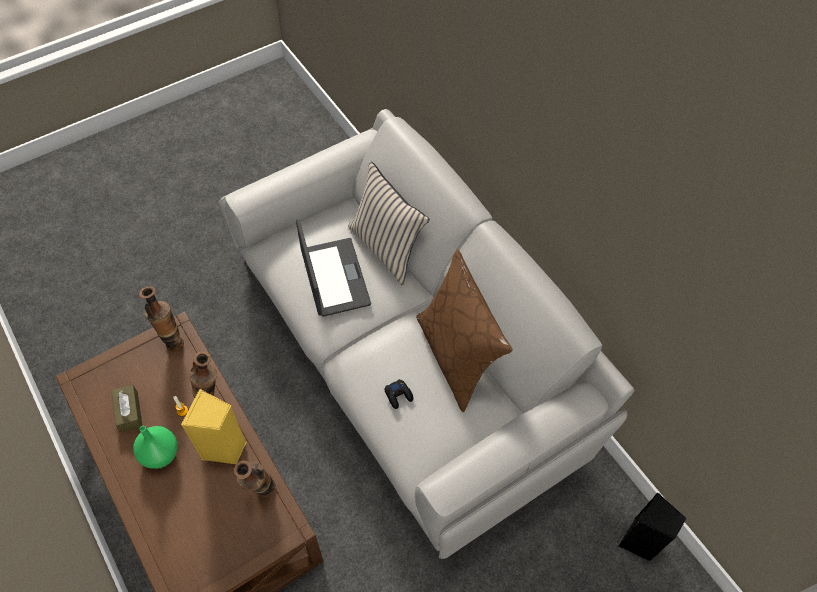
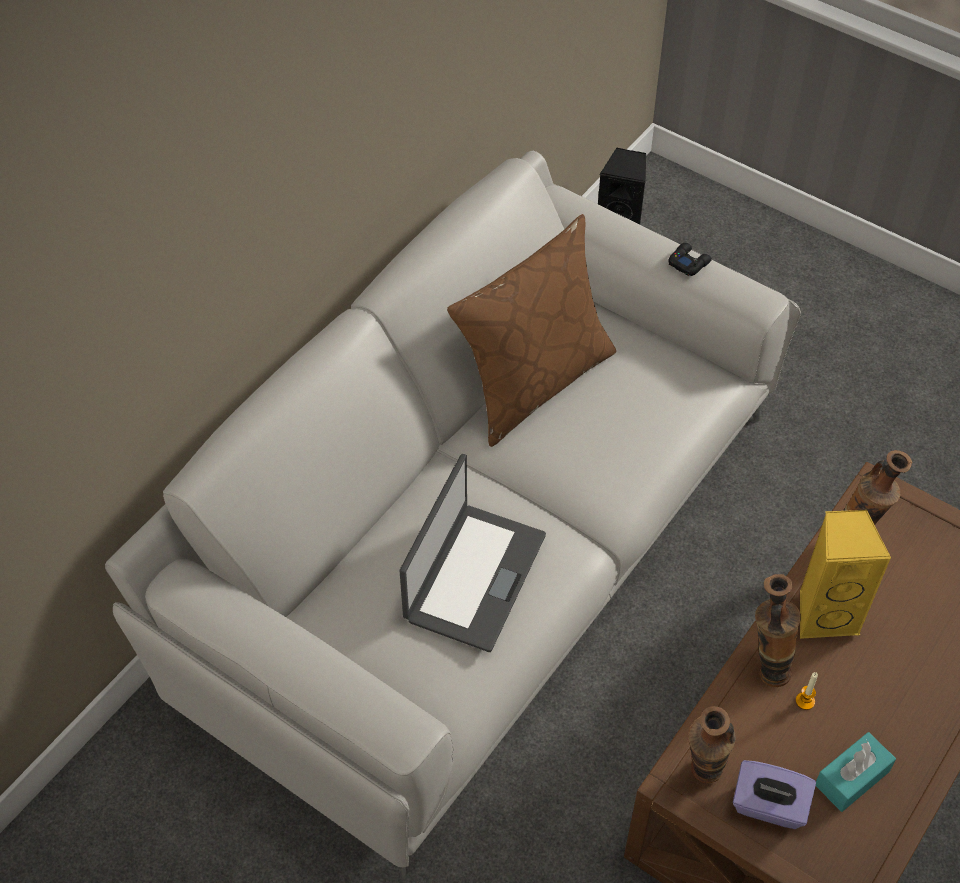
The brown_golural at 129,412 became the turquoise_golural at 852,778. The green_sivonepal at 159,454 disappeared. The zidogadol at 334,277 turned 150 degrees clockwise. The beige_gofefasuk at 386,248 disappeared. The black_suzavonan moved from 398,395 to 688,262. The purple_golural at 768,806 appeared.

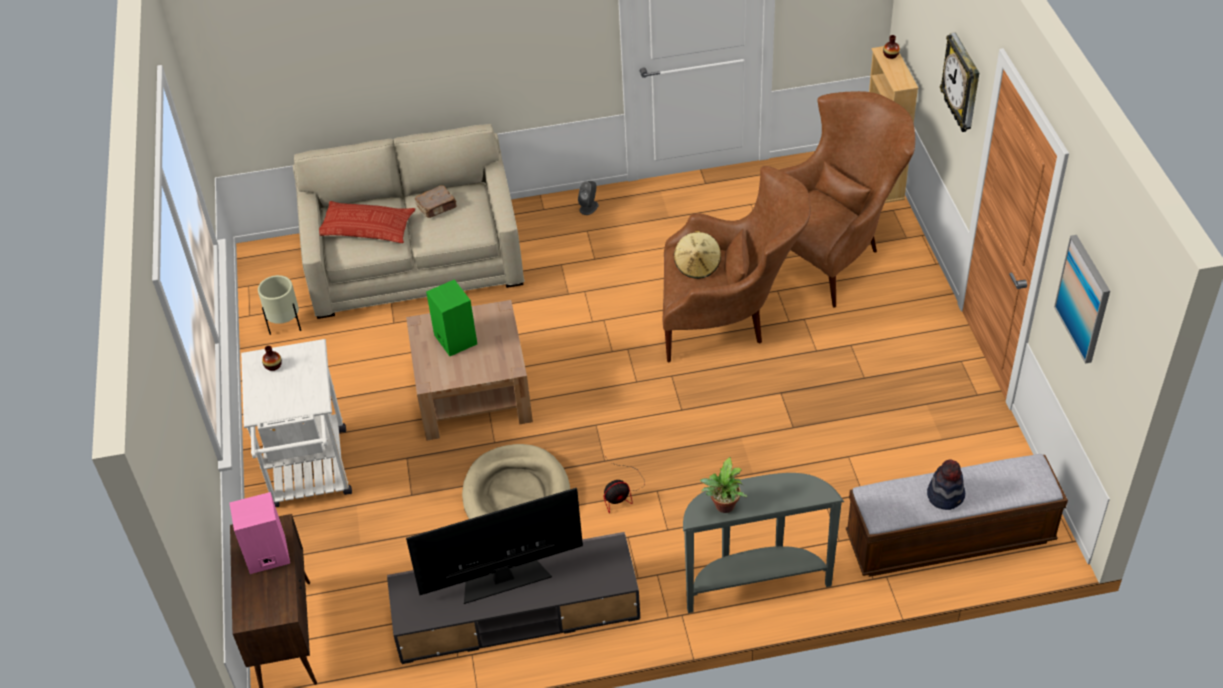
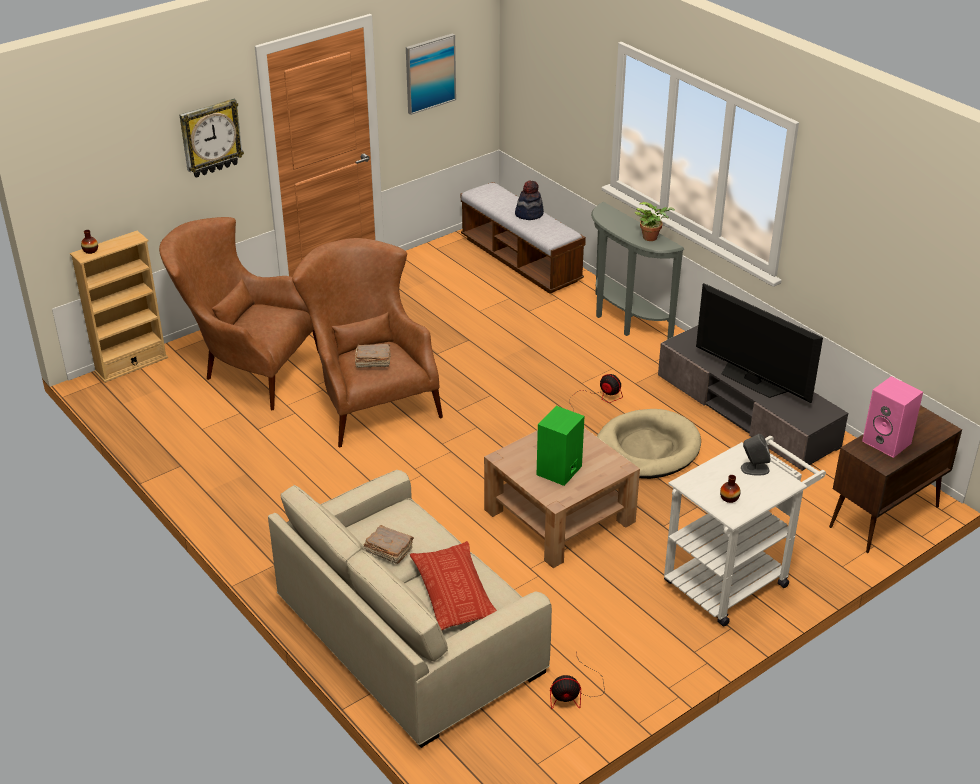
The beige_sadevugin at 286,326 was replaced by the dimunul at 574,693. The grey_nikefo moved from 589,207 to 754,469. The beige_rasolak at 697,266 was replaced by the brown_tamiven at 372,362.

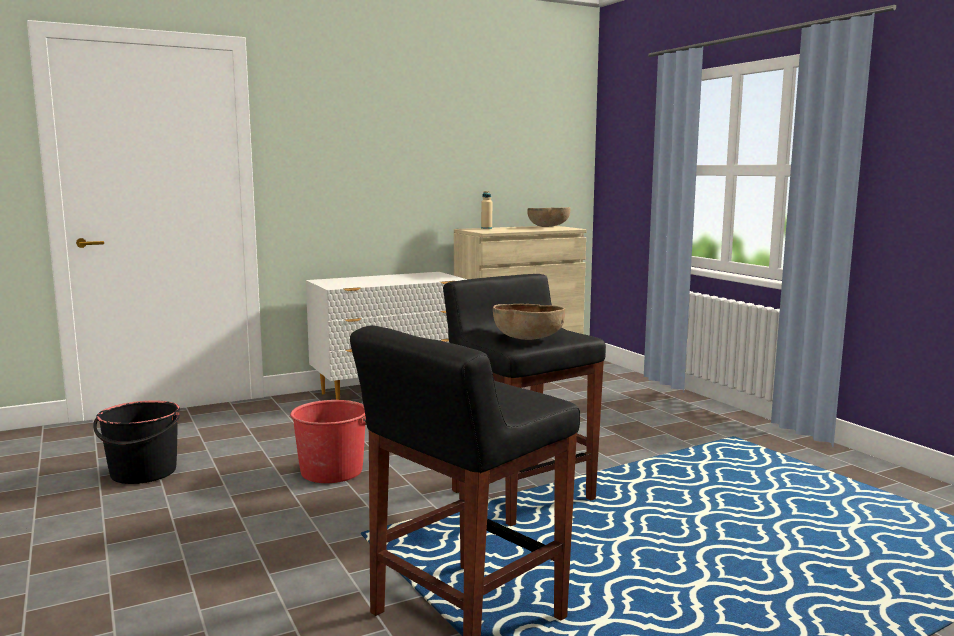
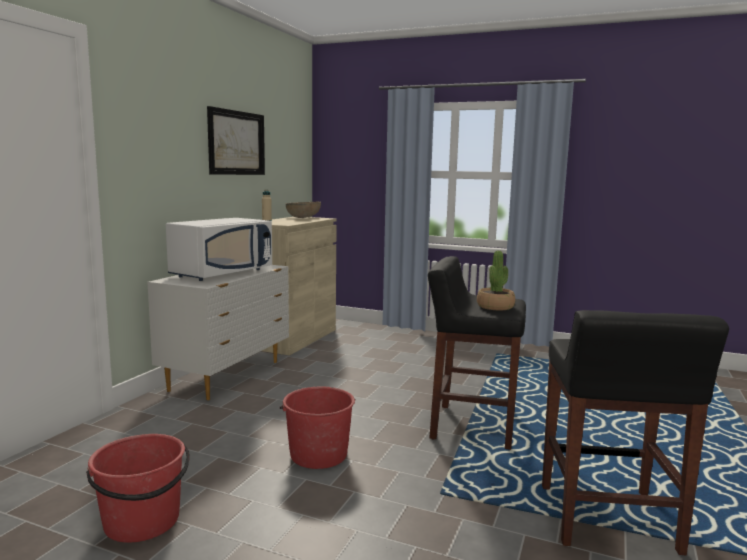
The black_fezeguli at 143,473 became the red_fezeguli at 142,522. The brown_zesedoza at 527,339 was replaced by the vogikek at 495,307. The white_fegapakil at 222,274 appeared. The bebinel at 236,143 appeared.

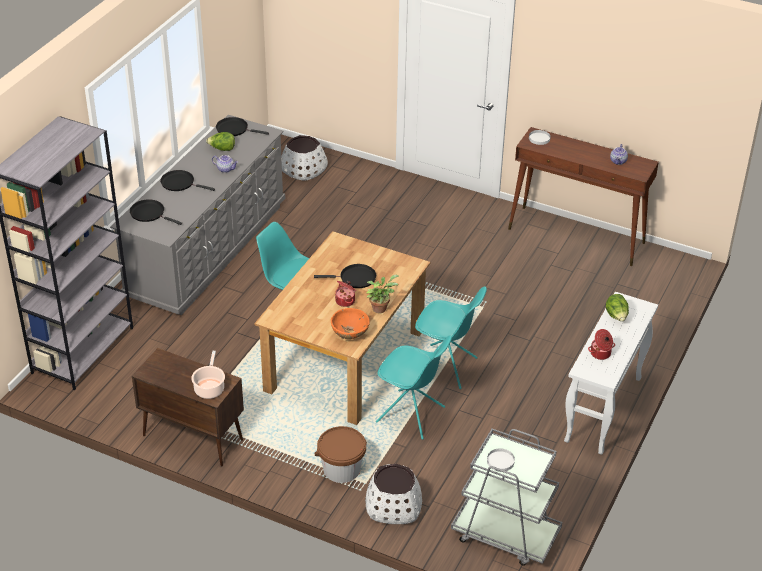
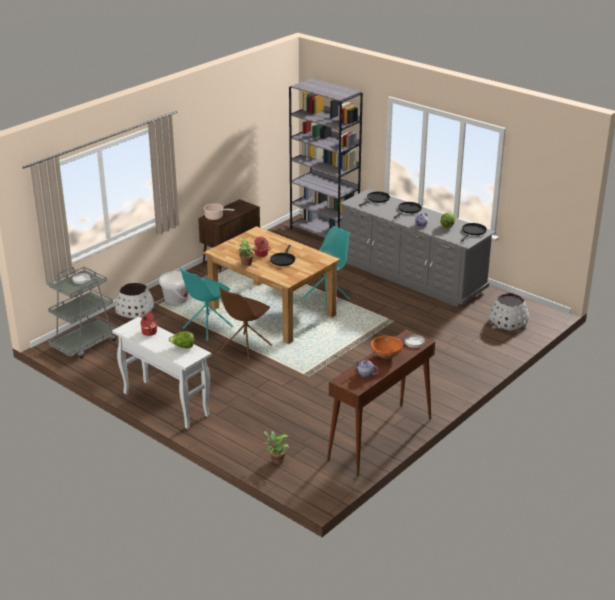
The brown_fezeguli at 341,469 became the white_fezeguli at 176,299. The orange_zesedoza moved from 350,334 to 386,356. The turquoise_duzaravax at 446,367 became the brown_duzaravax at 245,348. The vogikek at 276,460 appeared.

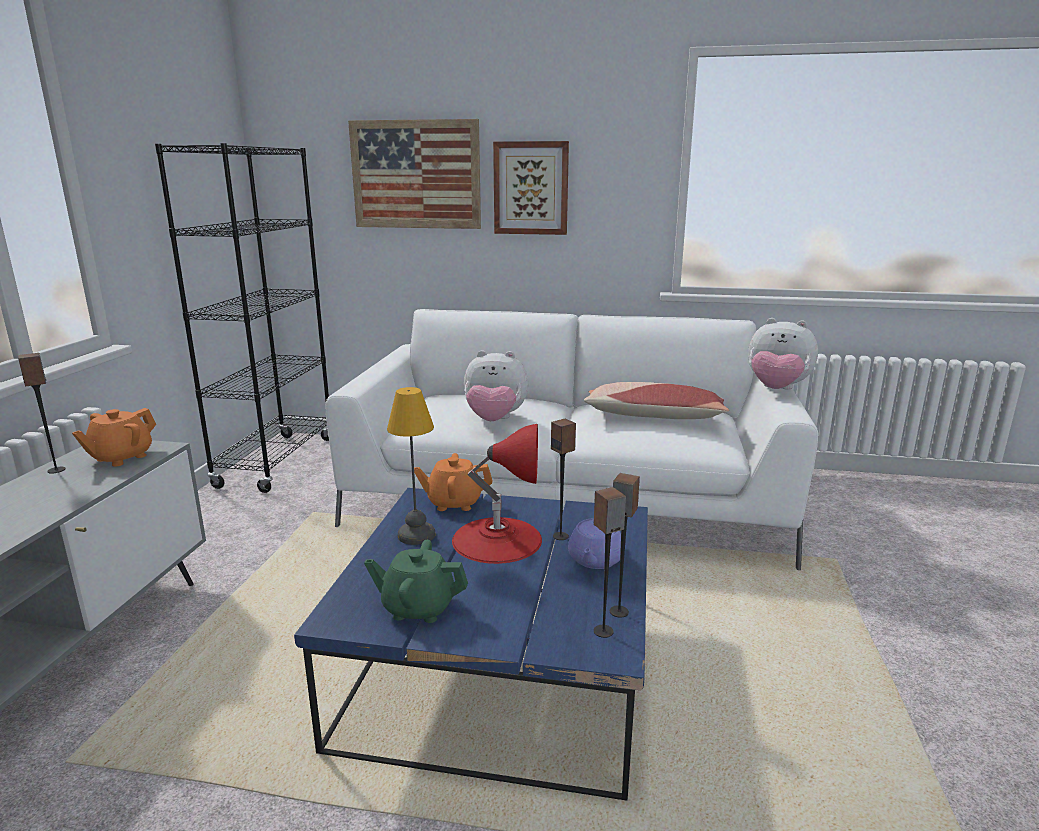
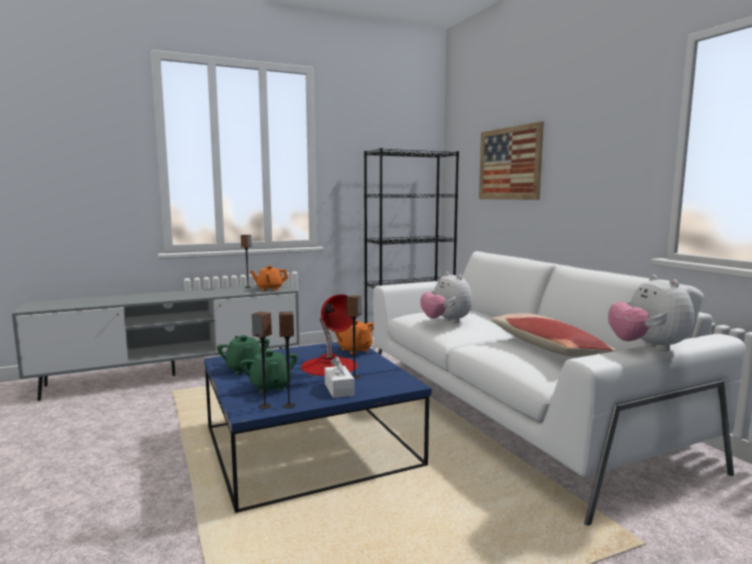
The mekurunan at 417,534 disappeared. The bebinel at 531,188 disappeared. The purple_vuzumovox at 595,560 was replaced by the white_golural at 339,389. The green_vuzumovox at 270,387 appeared.

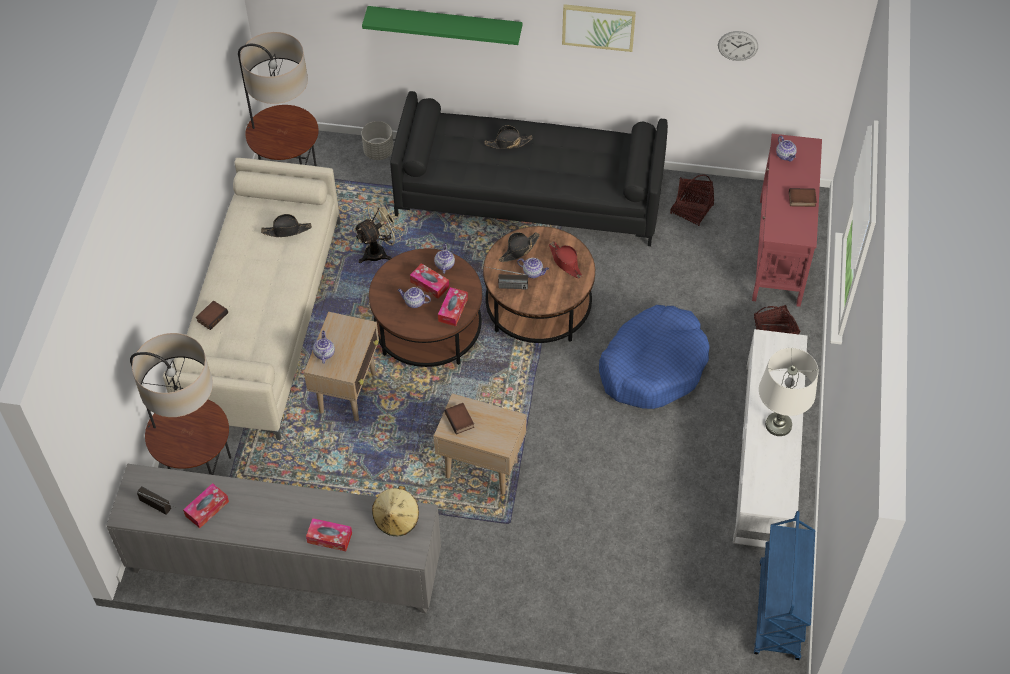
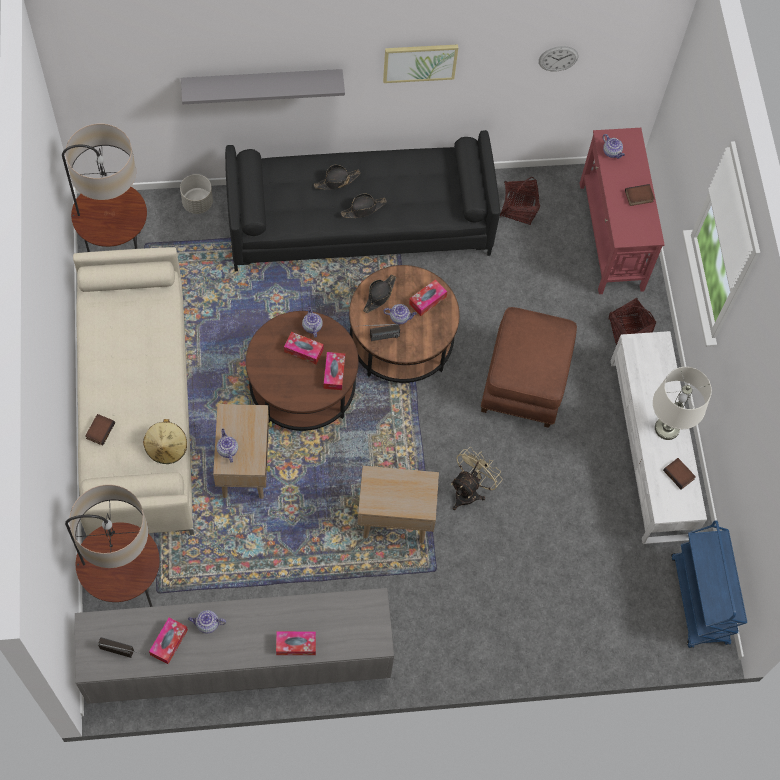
The black_rasolak moved from 287,230 to 363,209. The beige_dimunul moved from 380,251 to 469,491. The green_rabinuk at 445,25 became the grey_rabinuk at 262,83. The beige_rasolak moved from 396,519 to 166,448. The vuzumovox moved from 414,302 to 207,624. The tamiven moved from 460,420 to 679,474. The red_rasolak at 565,262 was replaced by the golural at 427,300. The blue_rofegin at 653,366 was replaced by the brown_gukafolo at 525,381.

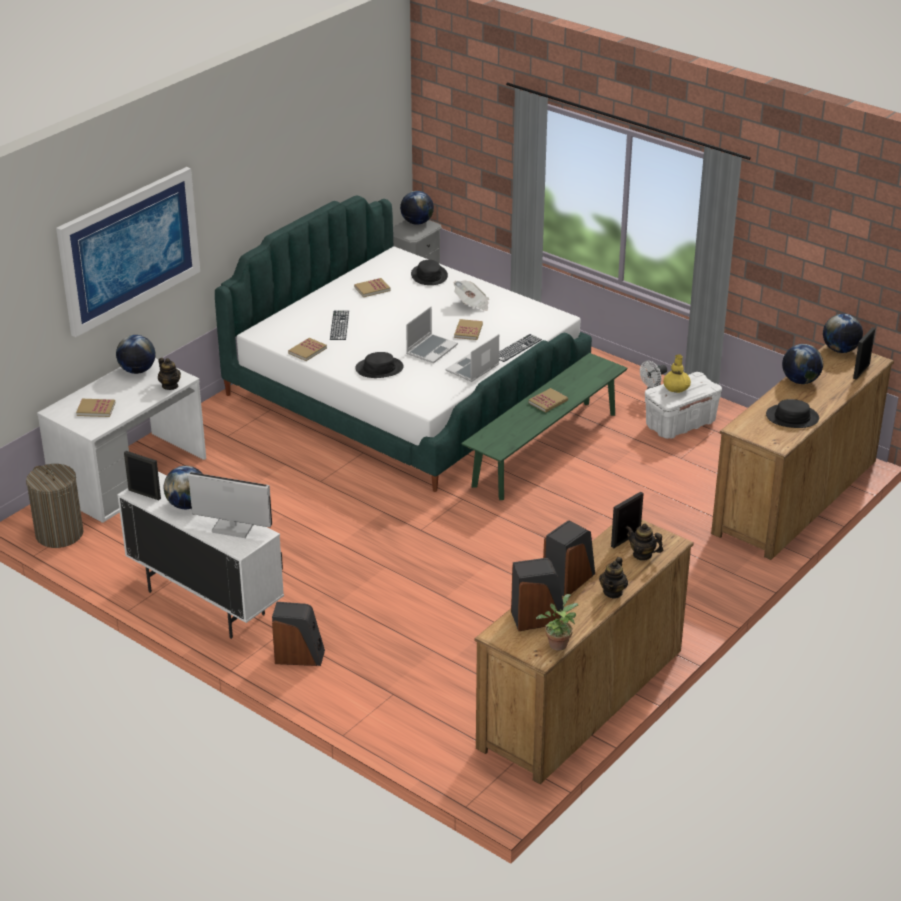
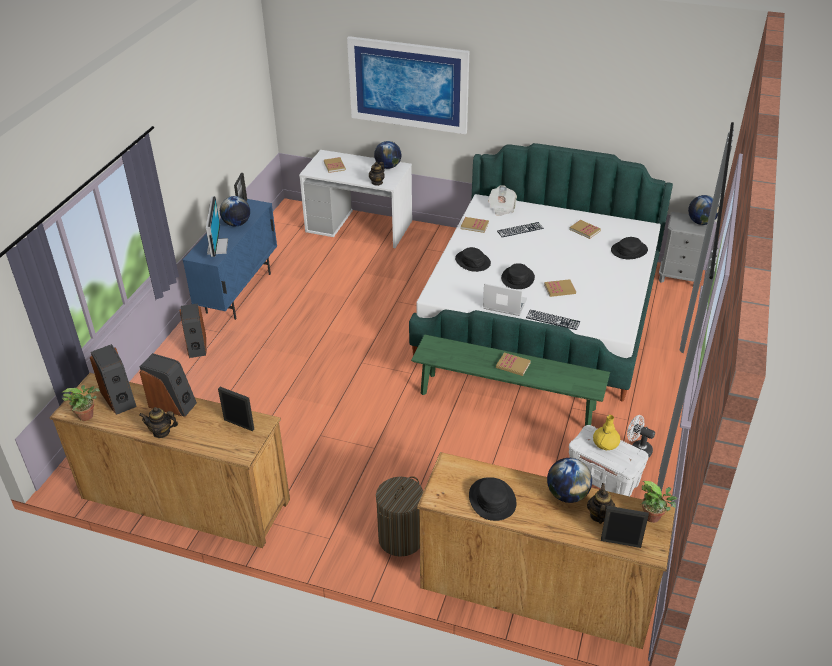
The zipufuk moved from 59,534 to 401,538. The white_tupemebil at 205,603 became the blue_tupemebil at 239,293. The zidogadol at 431,349 was replaced by the black_rasolak at 518,278. The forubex moved from 472,304 to 501,208. The vuzumovox moved from 642,555 to 599,515. The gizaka at 840,350 was replaced by the vogikek at 654,517.

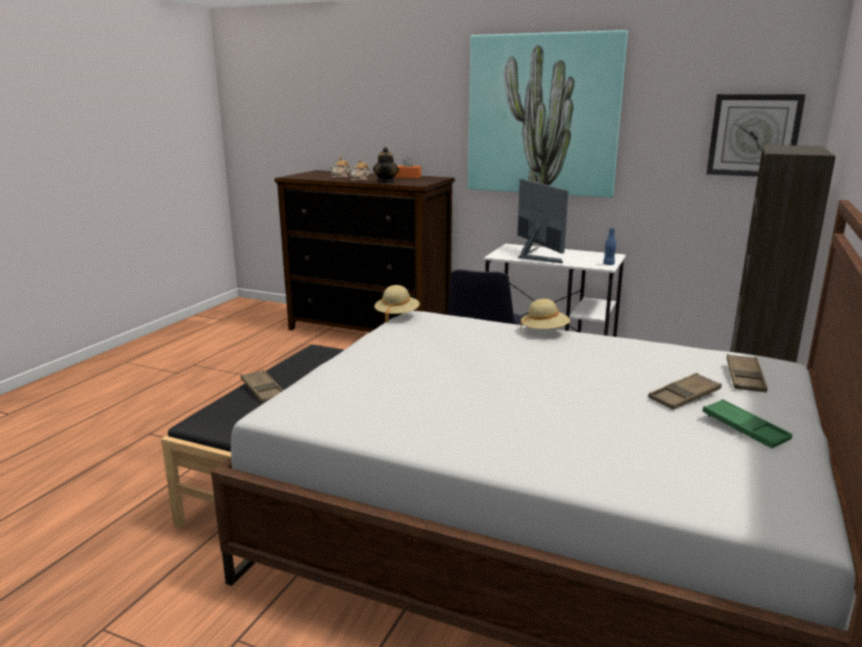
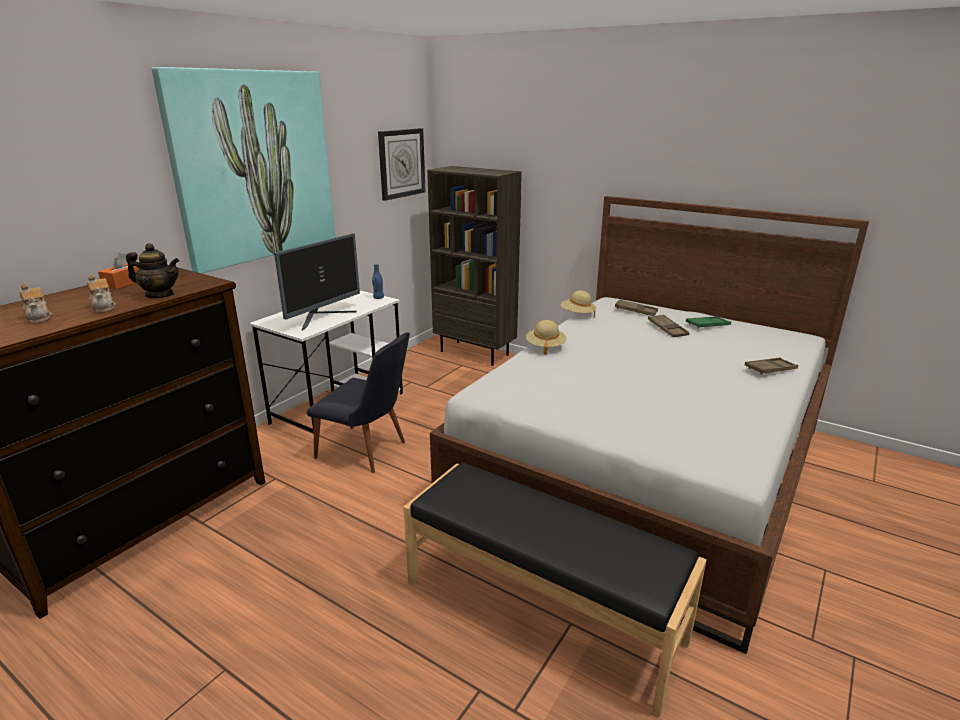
The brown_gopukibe moved from 263,390 to 770,369. The beige_rasolak moved from 397,315 to 577,314. The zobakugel at 535,256 turned 135 degrees clockwise.

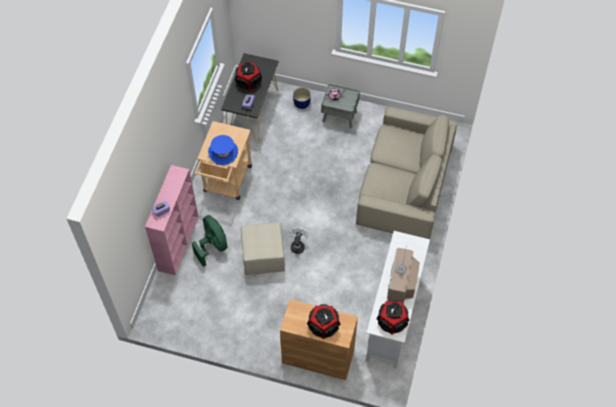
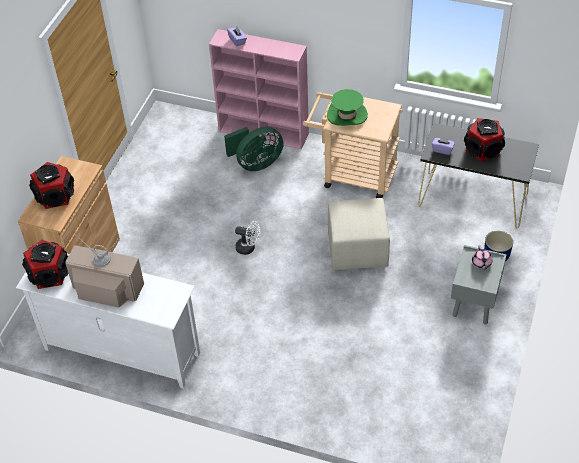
The blue_rasolak at 223,152 became the green_rasolak at 347,115. The beige_gukafolo moved from 263,256 to 358,249. The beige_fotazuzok at 404,184 disappeared.

